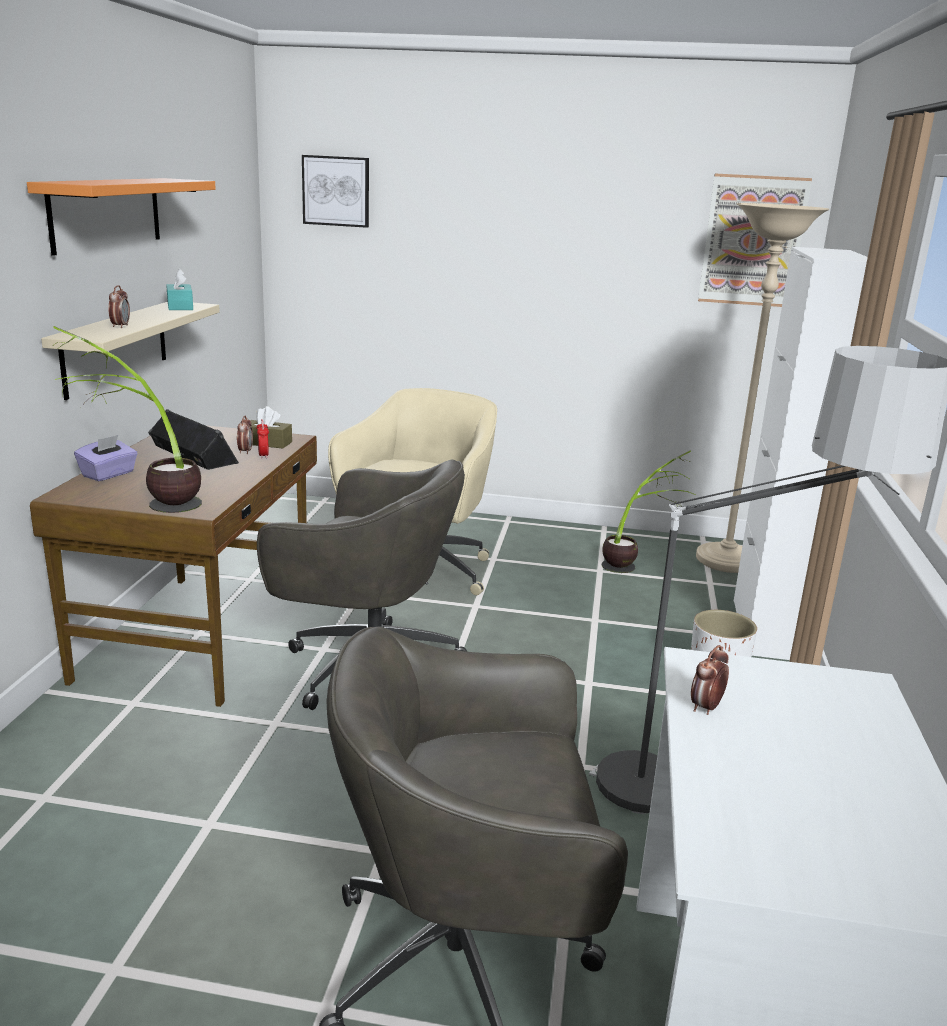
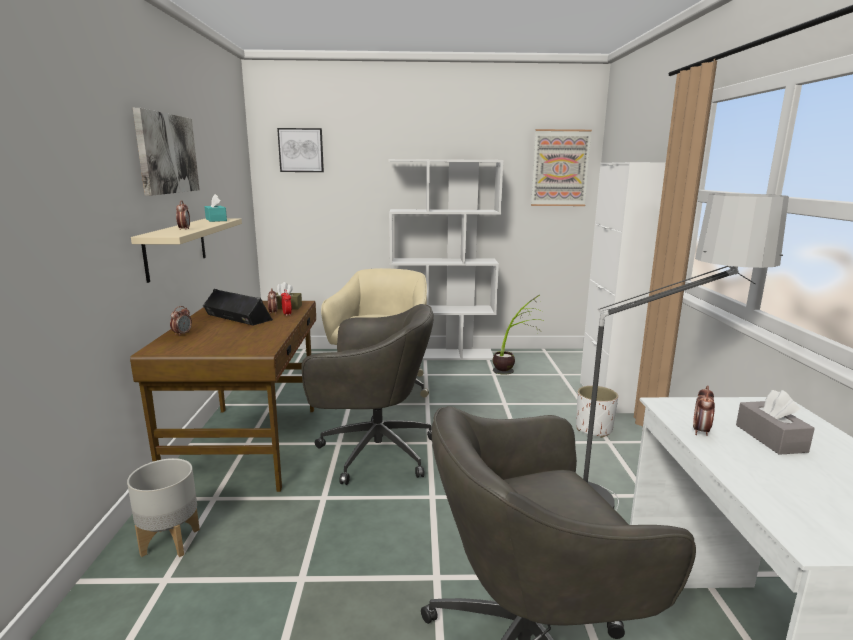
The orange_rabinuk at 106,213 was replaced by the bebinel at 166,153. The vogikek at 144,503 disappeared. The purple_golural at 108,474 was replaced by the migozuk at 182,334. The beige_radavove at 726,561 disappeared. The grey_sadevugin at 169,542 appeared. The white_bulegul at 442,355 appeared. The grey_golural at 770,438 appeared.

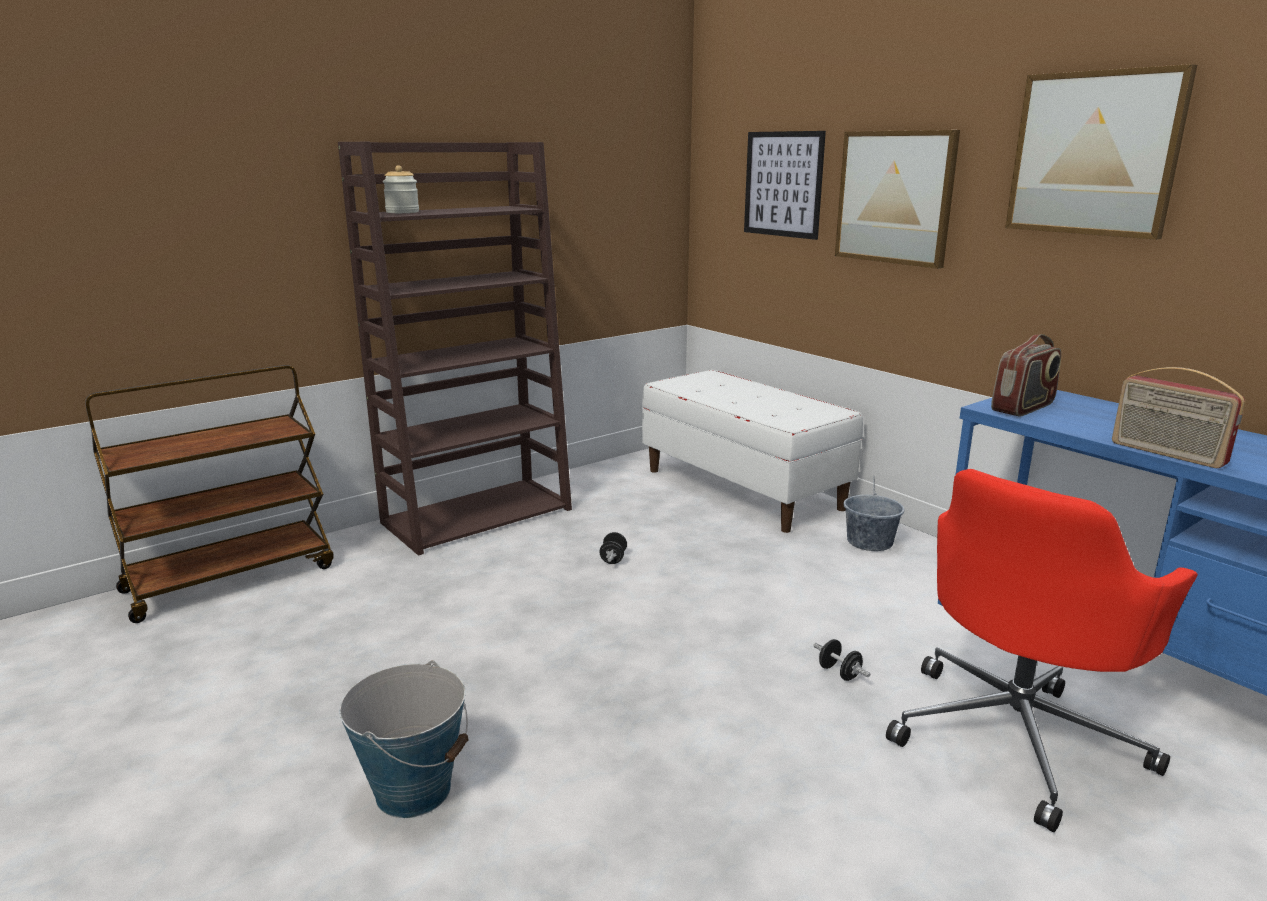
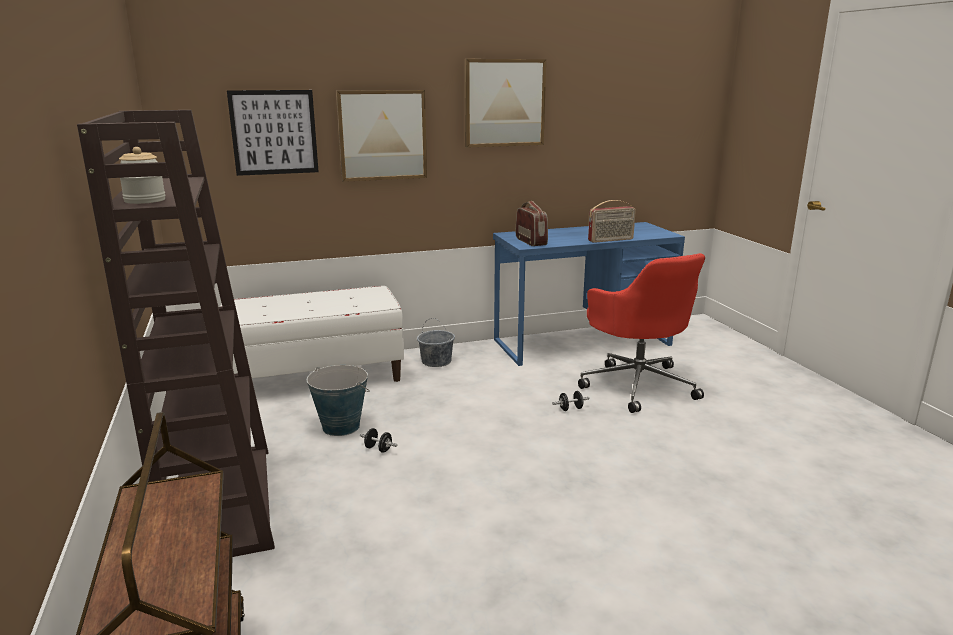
The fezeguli moved from 414,790 to 341,426.

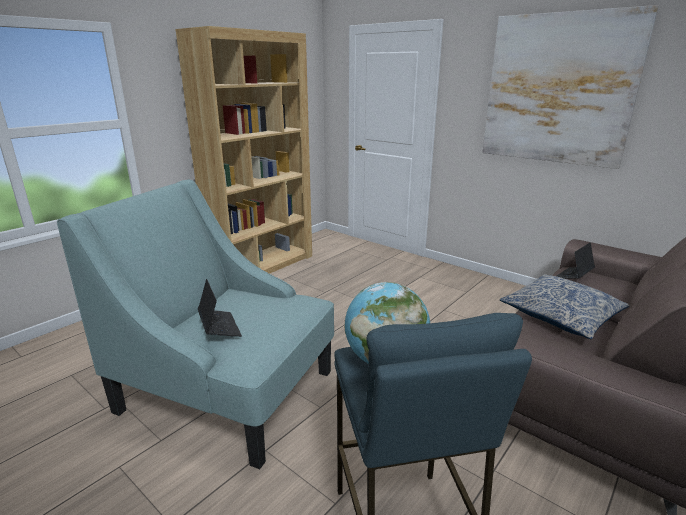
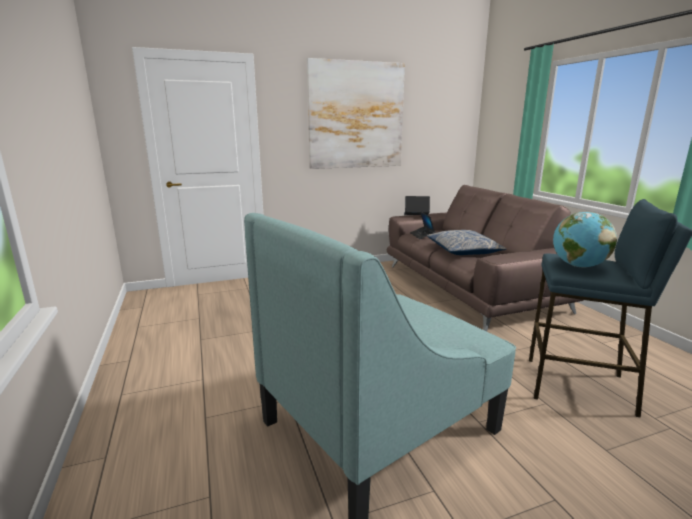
The brown_bulegul at 262,265 disappeared. The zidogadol moved from 219,327 to 416,216.

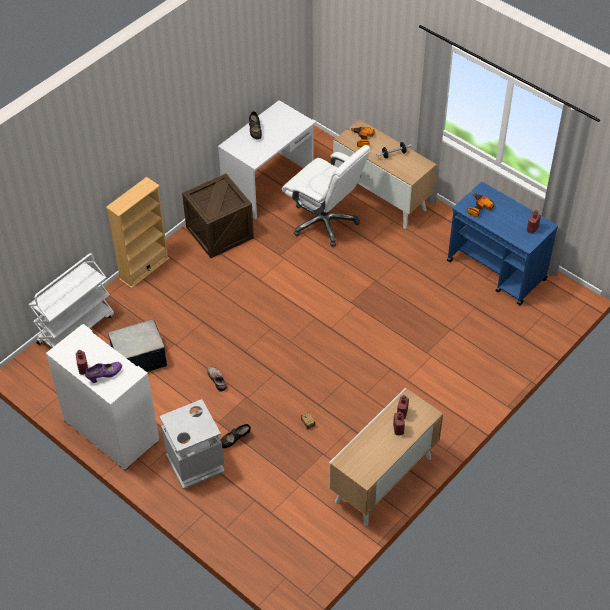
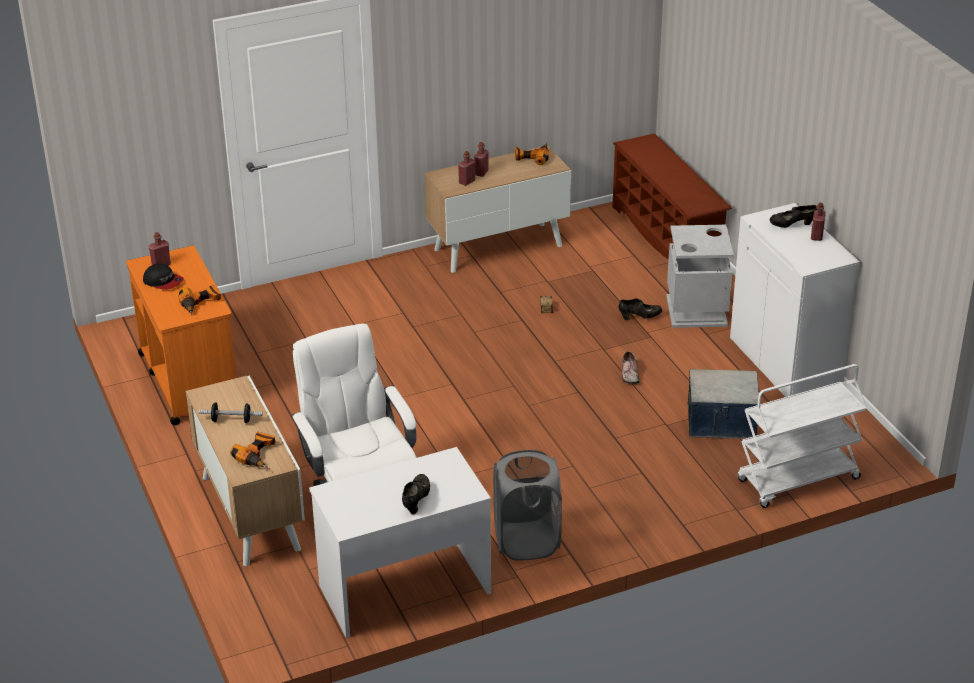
The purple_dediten at 105,375 became the black_dediten at 792,225. The beige_bulegul at 144,269 disappeared. The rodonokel at 219,232 was replaced by the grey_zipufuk at 526,541. The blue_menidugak at 497,270 became the orange_menidugak at 188,380. The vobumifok at 163,281 appeared. The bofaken at 532,157 appeared. The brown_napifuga at 667,238 appeared.

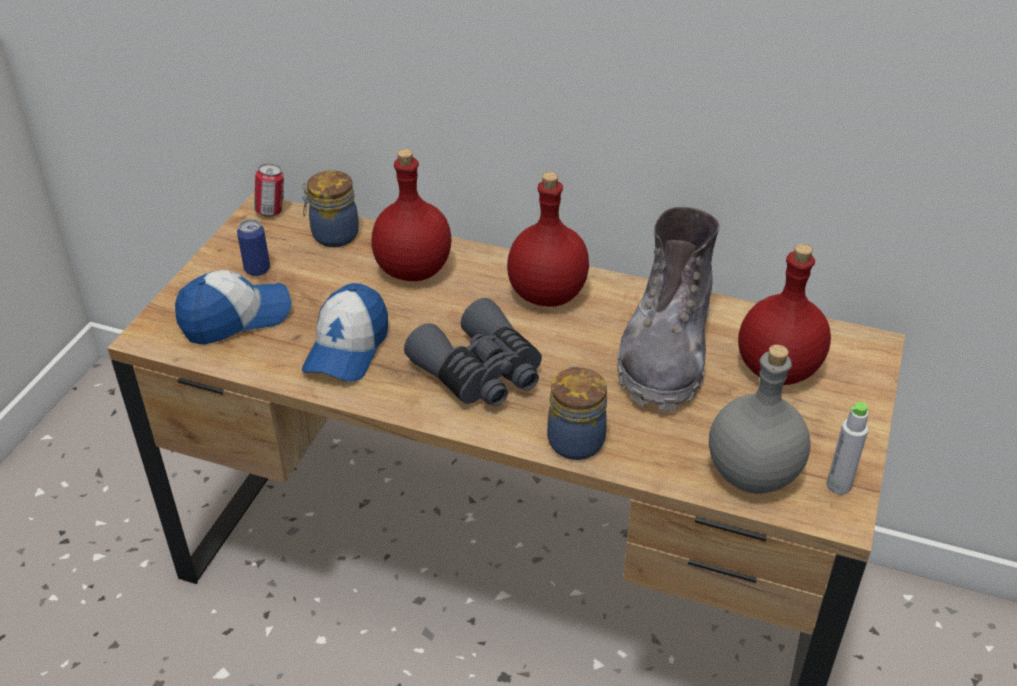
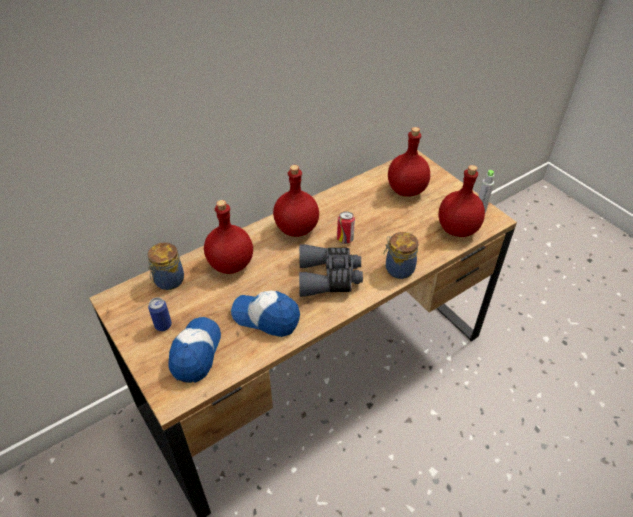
The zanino moved from 272,212 to 345,239. The vobumifok at 347,348 turned 150 degrees clockwise. The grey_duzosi at 666,352 disappeared. The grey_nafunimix at 753,475 became the red_nafunimix at 458,229.

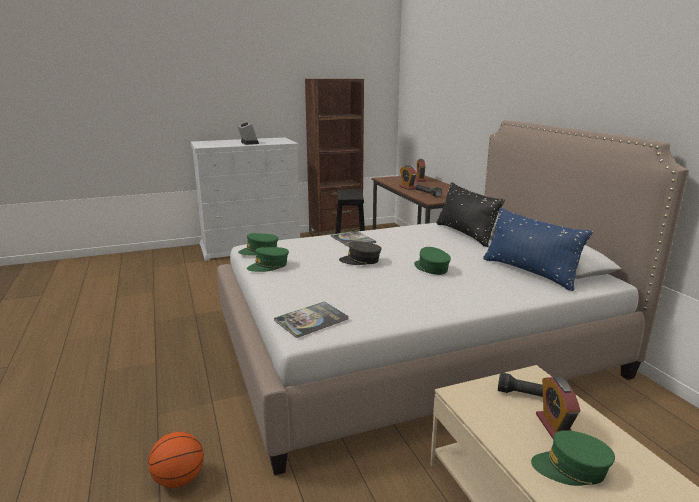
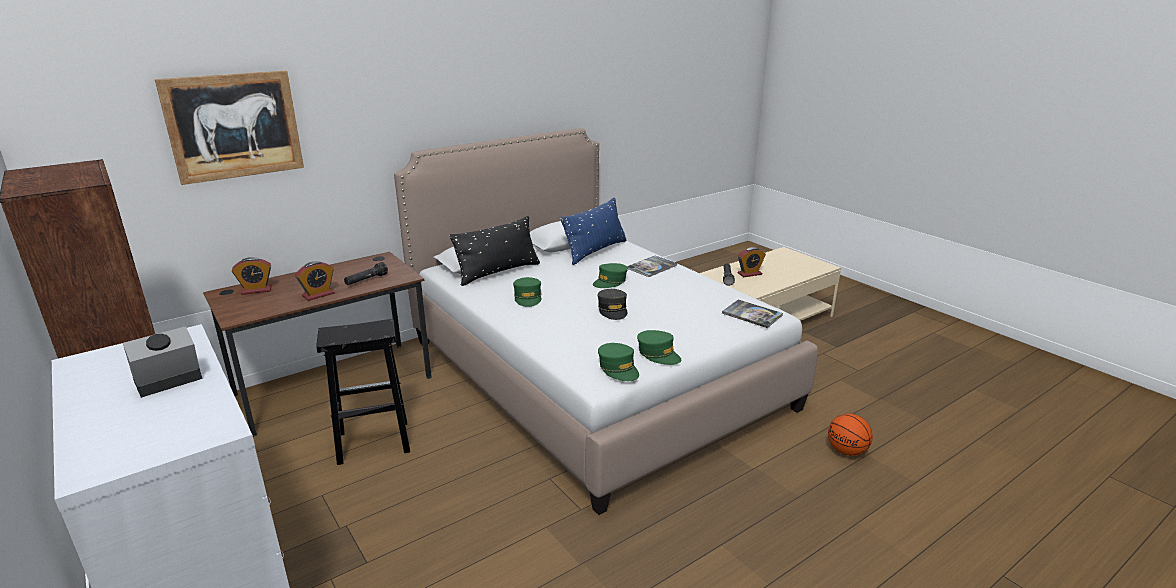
The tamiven moved from 352,239 to 652,267. The green_vobumifok moved from 571,468 to 528,298. The bebinel at 234,126 appeared.

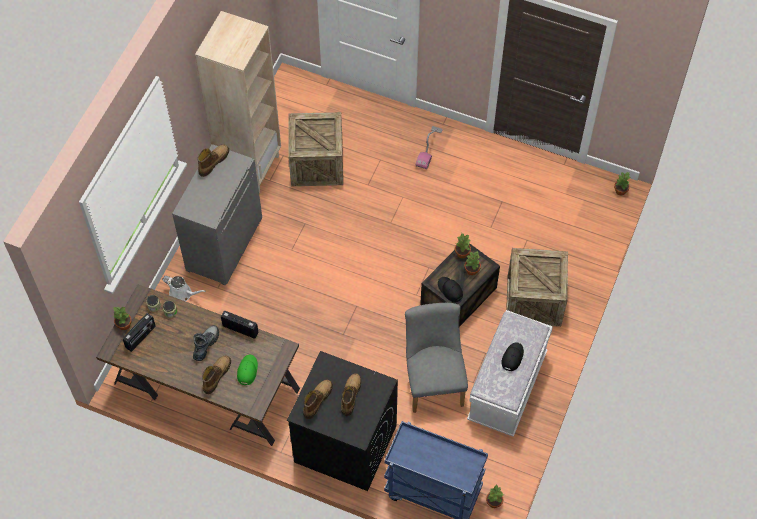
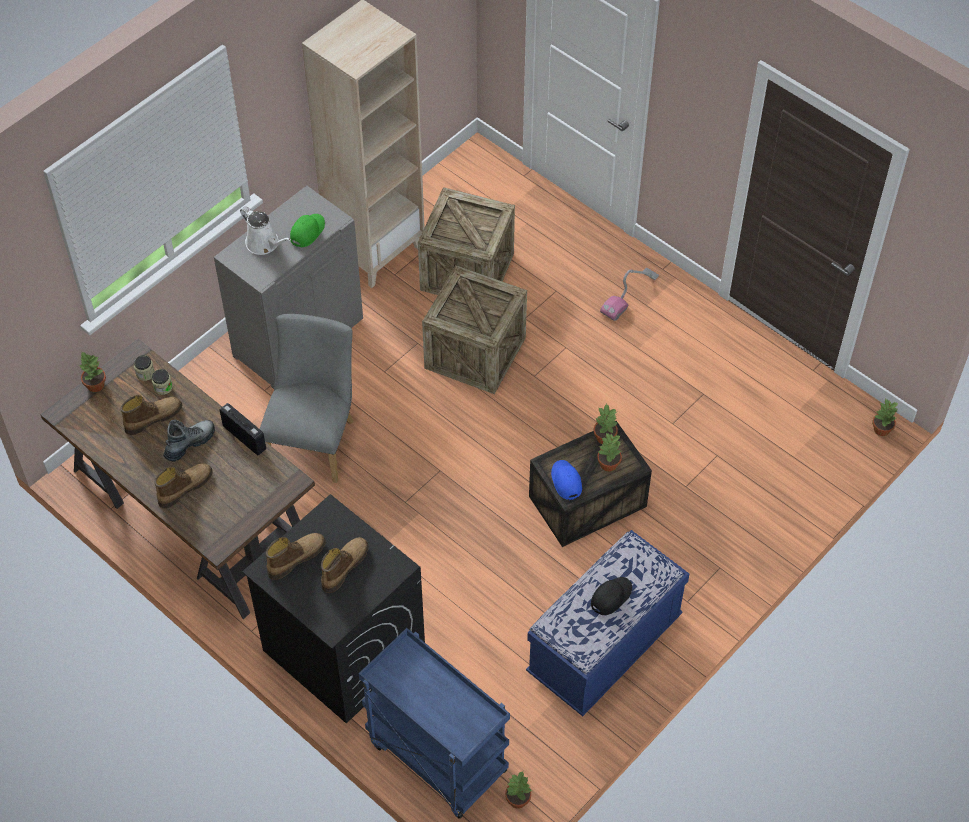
The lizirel at 141,337 disappeared. The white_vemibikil moved from 182,294 to 264,244. The duzosi moved from 213,162 to 153,418. The green_vobumifok moved from 247,370 to 307,232. The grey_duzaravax moved from 433,380 to 314,439. The black_vobumifok at 450,290 became the blue_vobumifok at 566,481. The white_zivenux at 507,387 became the blue_zivenux at 604,646. The rodonokel moved from 534,300 to 475,353.

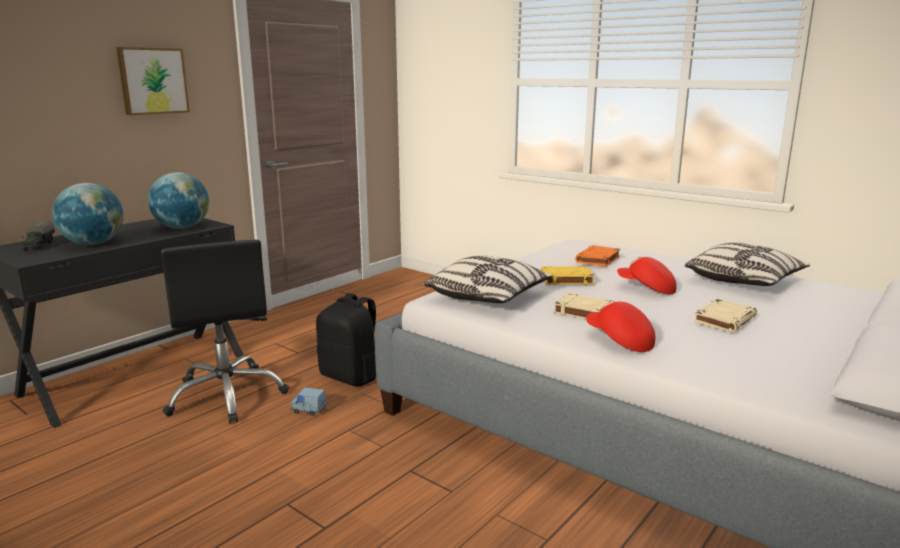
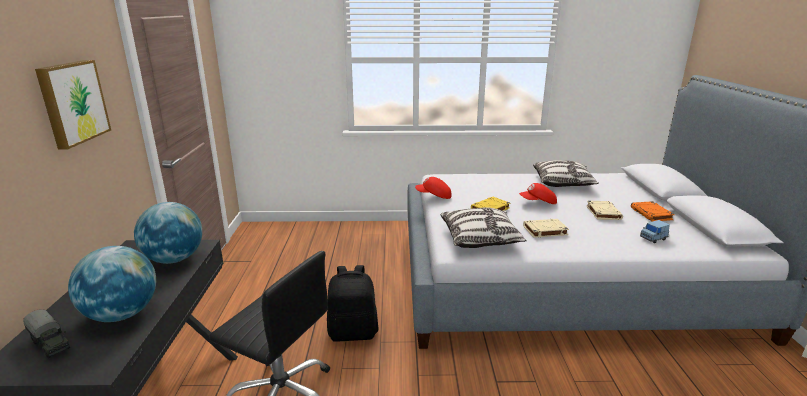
The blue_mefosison moved from 309,410 to 653,238. The orange_tamiven moved from 598,259 to 651,214. The red_vobumifok moved from 619,341 to 434,196.

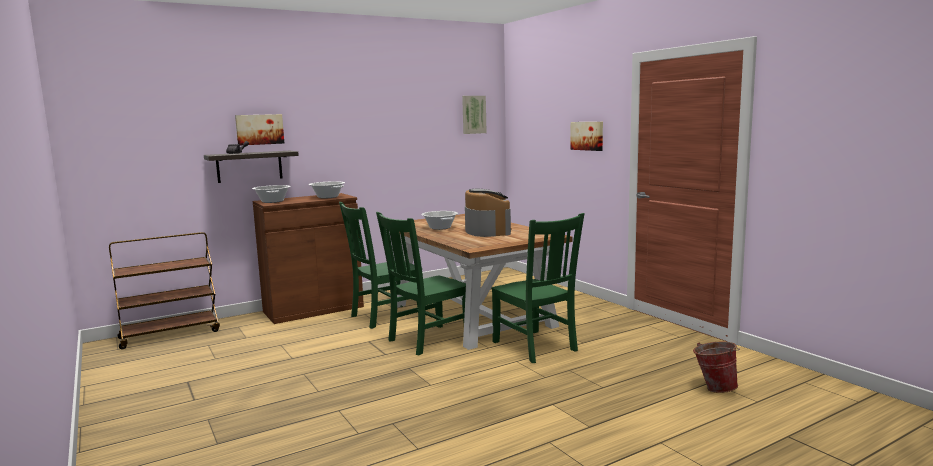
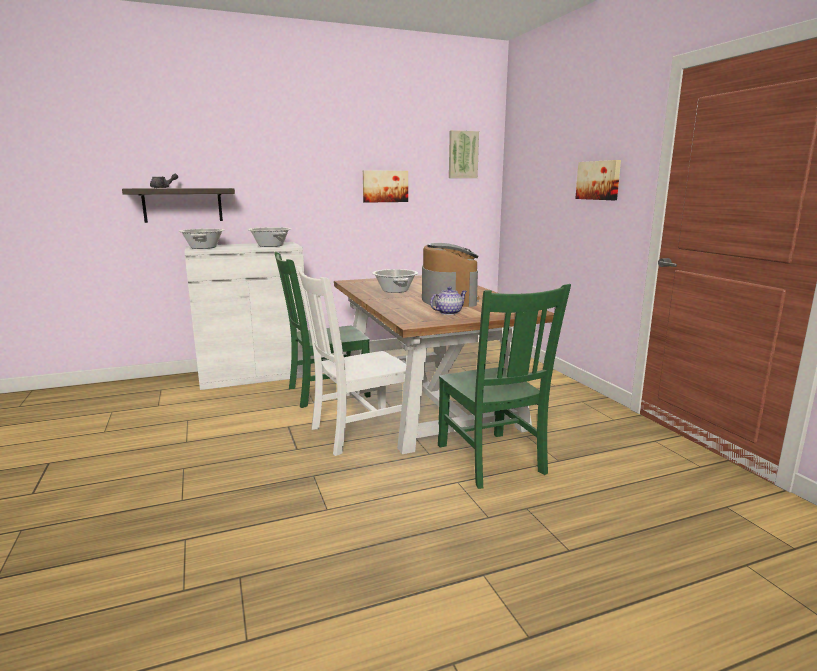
The brown_menidugak at 170,334 disappeared. The bebinel moved from 259,129 to 385,186. The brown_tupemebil at 313,309 became the white_tupemebil at 254,374. The green_duzaravax at 427,340 became the white_duzaravax at 357,433. The fezeguli at 714,388 disappeared. The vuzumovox at 448,312 appeared.

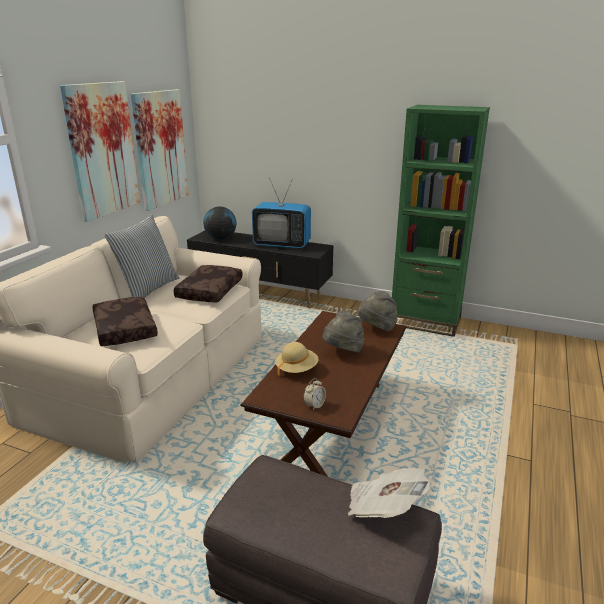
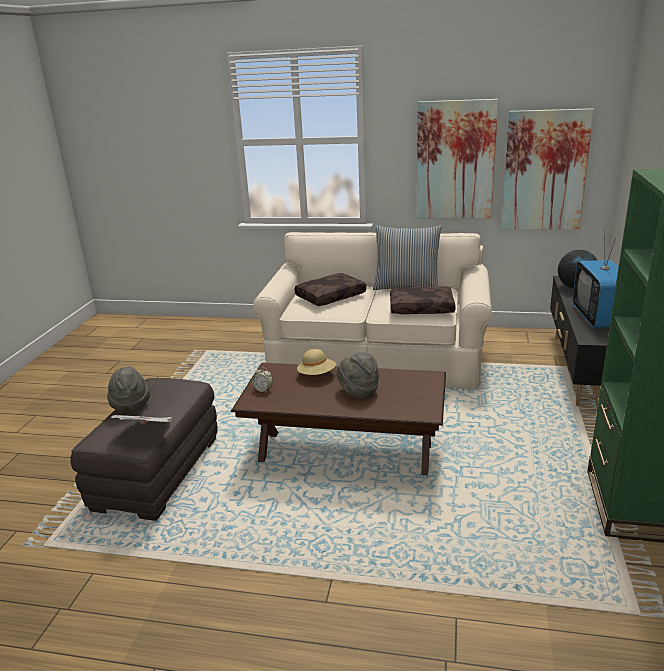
The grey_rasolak moved from 377,328 to 130,405.

